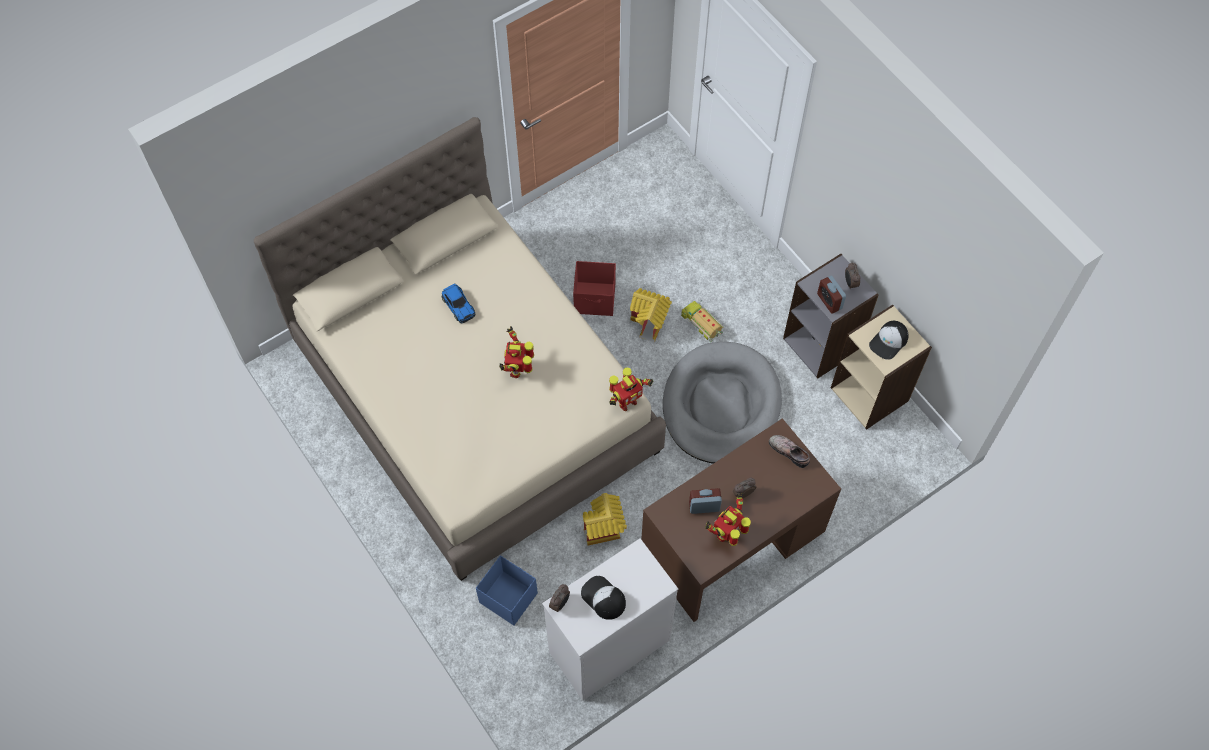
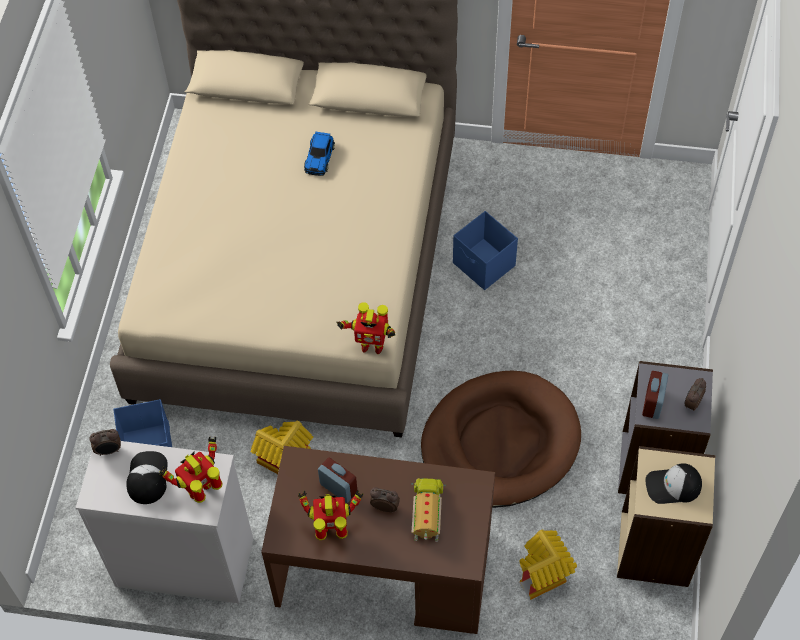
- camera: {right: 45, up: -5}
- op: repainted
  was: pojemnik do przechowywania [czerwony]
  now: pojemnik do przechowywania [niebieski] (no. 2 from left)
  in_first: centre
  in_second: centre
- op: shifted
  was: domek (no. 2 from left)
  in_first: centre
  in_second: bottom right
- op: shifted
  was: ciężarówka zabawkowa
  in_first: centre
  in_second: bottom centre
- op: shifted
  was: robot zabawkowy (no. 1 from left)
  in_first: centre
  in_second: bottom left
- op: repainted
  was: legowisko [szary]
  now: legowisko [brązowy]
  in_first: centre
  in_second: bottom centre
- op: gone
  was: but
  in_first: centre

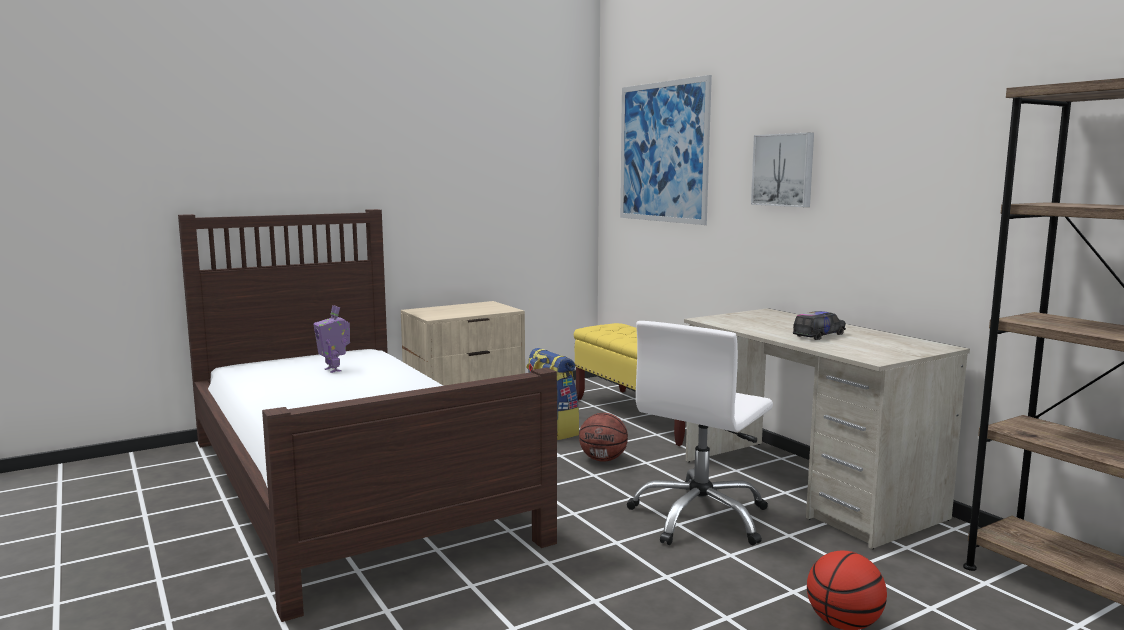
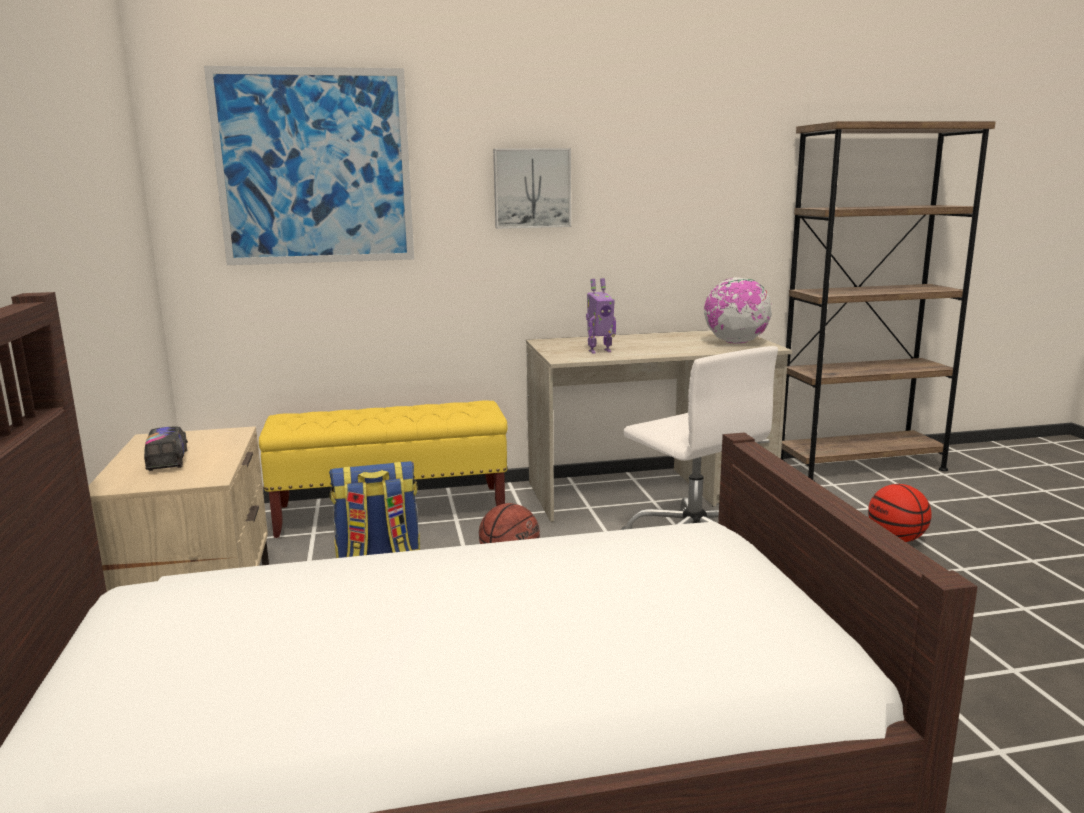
- camera: {right: -70, up: 5}
- op: shifted
  was: robot zabawkowy
  in_first: middle left
  in_second: centre
- op: shifted
  was: ciężarówka zabawkowa
  in_first: middle right
  in_second: middle left
- op: new
  now: globus
  in_second: middle right

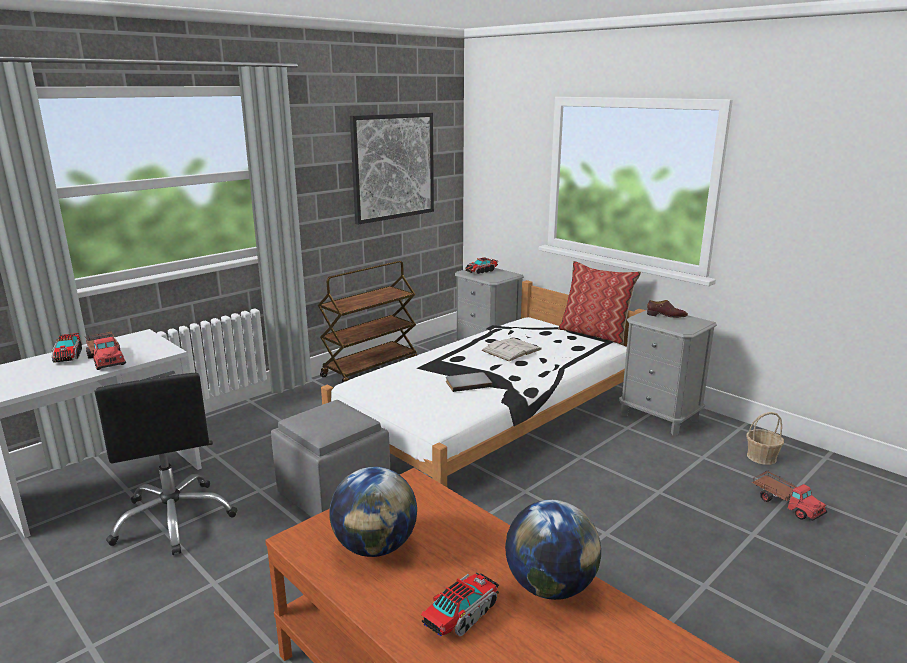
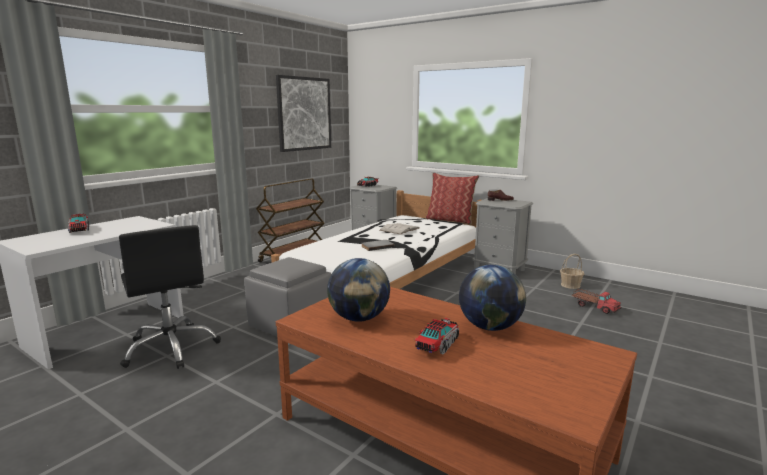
- camera: {right: -10, up: -5}
- op: gone
  was: ciężarówka zabawkowa (no. 2 from left)
  in_first: middle left

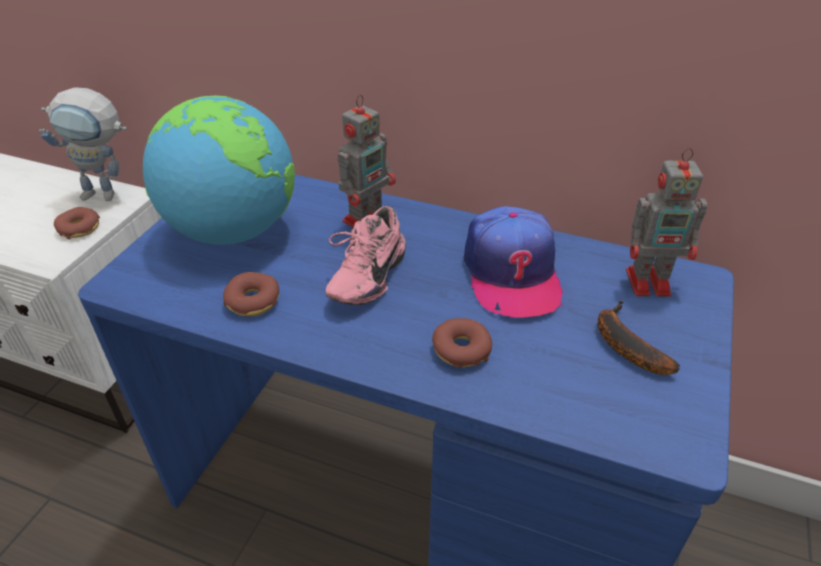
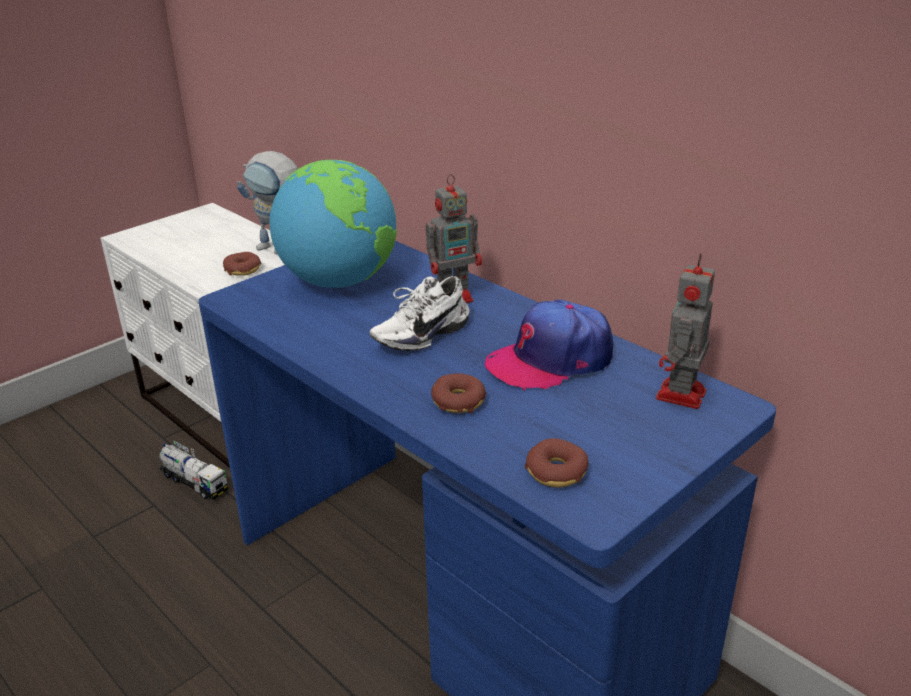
- camera: {right: 25, up: -10}
- op: rotated
  was: robot zabawkowy (no. 3 from left)
  in_first: middle right
  in_second: middle right
  clockwise: 90
- op: repainted
  was: but [różowy]
  now: but [biały]
  in_first: centre
  in_second: centre
- op: rotated
  was: czapka z daszkiem
  in_first: centre
  in_second: centre
  clockwise: 45
- op: shifted
  was: donut (no. 2 from left in the first image)
  now: donut (no. 3 from left)
  in_first: middle left
  in_second: centre
- op: gone
  was: banan
  in_first: middle right
- op: new
  now: ciężarówka zabawkowa
  in_second: bottom left

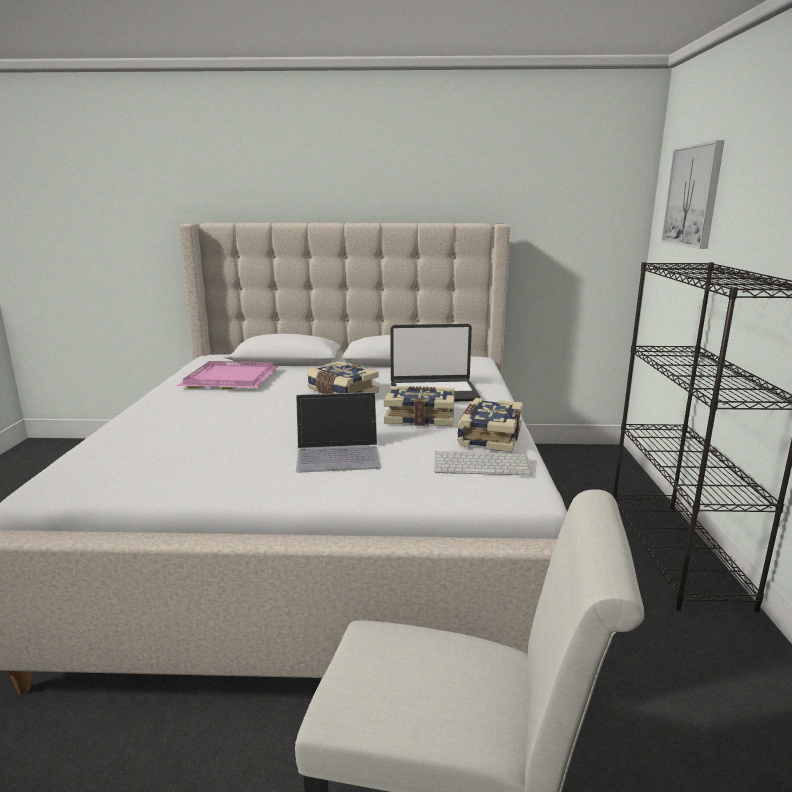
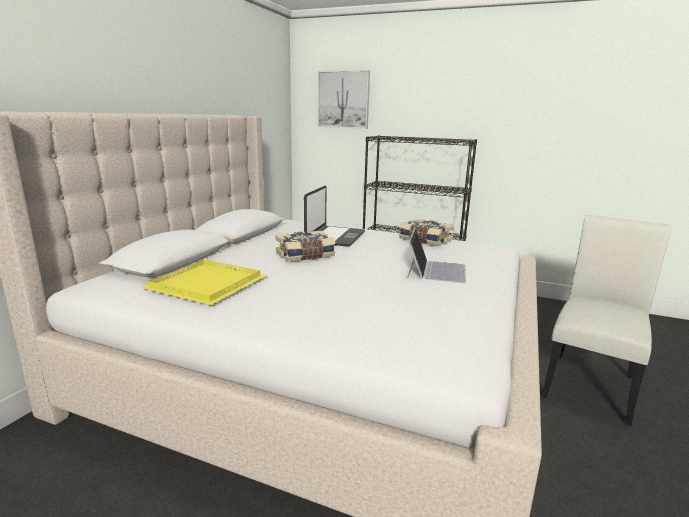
- camera: {right: -70, up: 0}
- op: repainted
  was: taca [różowy]
  now: taca [żółty]
  in_first: middle left
  in_second: middle left
- op: gone
  was: książka (no. 2 from left)
  in_first: centre
- op: gone
  was: klawiatura
  in_first: centre

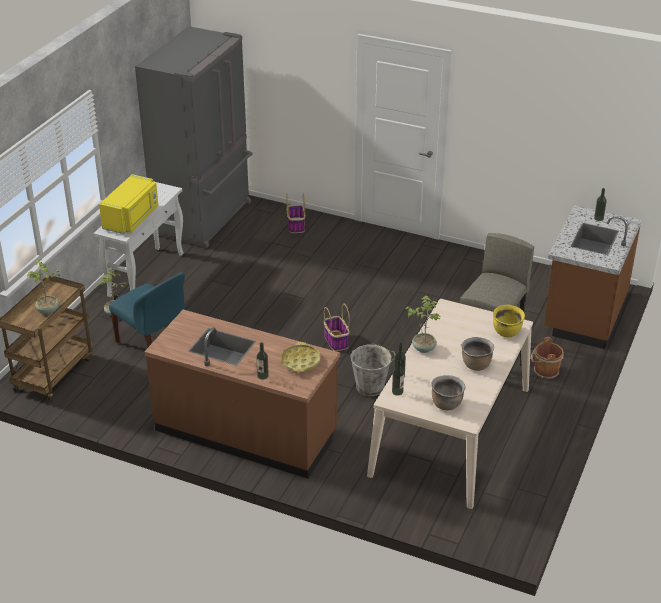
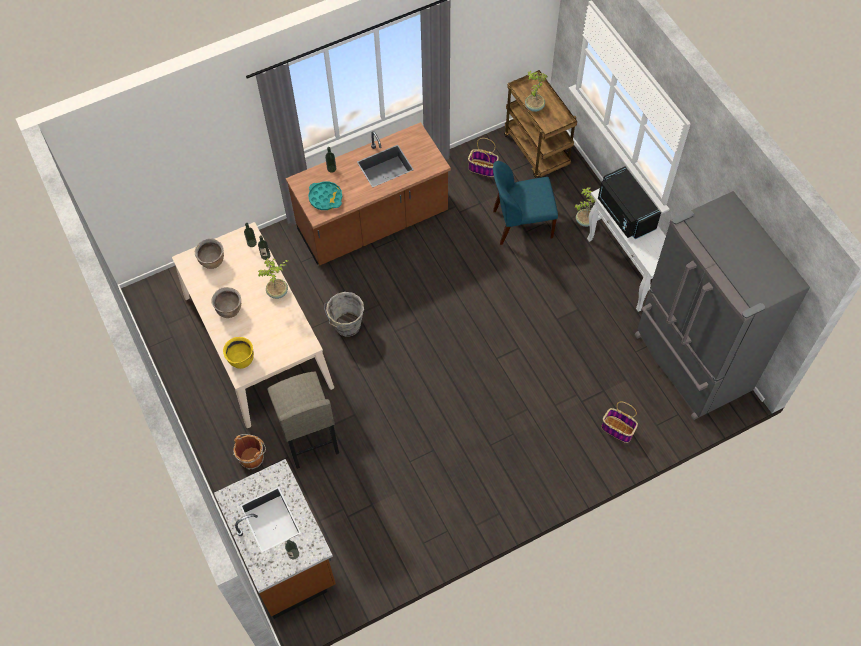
- camera: {right: 130, up: 25}
- op: repainted
  was: mikrofalówka [żółty]
  now: mikrofalówka [czarny]
  in_first: middle left
  in_second: top right
- op: shifted
  was: koszyk (no. 2 from left in the first image)
  now: koszyk (no. 1 from left)
  in_first: centre
  in_second: top centre
- op: repainted
  was: taca [żółty]
  now: taca [turkusowy]
  in_first: centre
  in_second: top centre

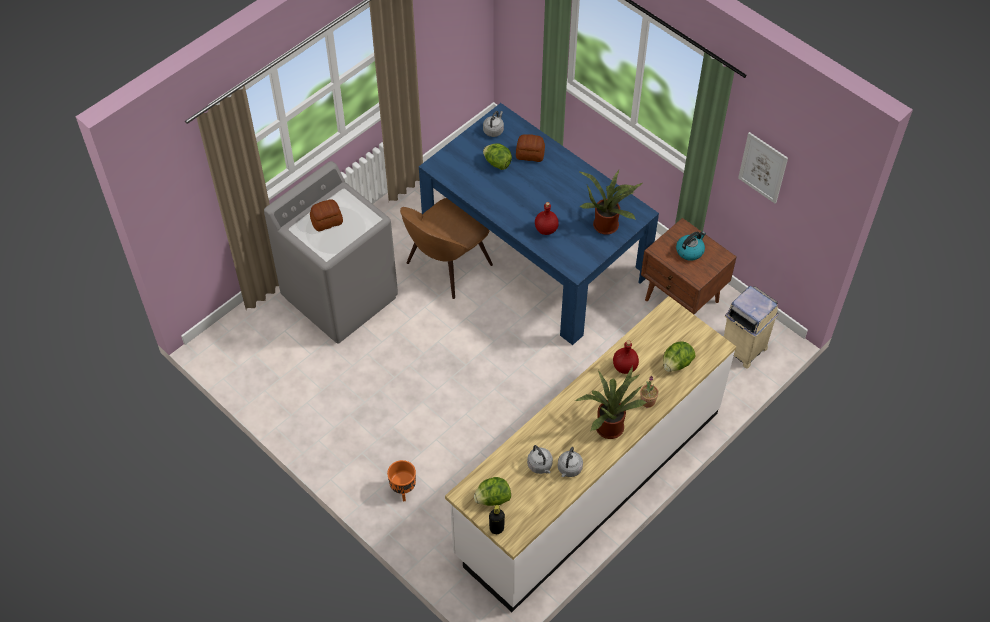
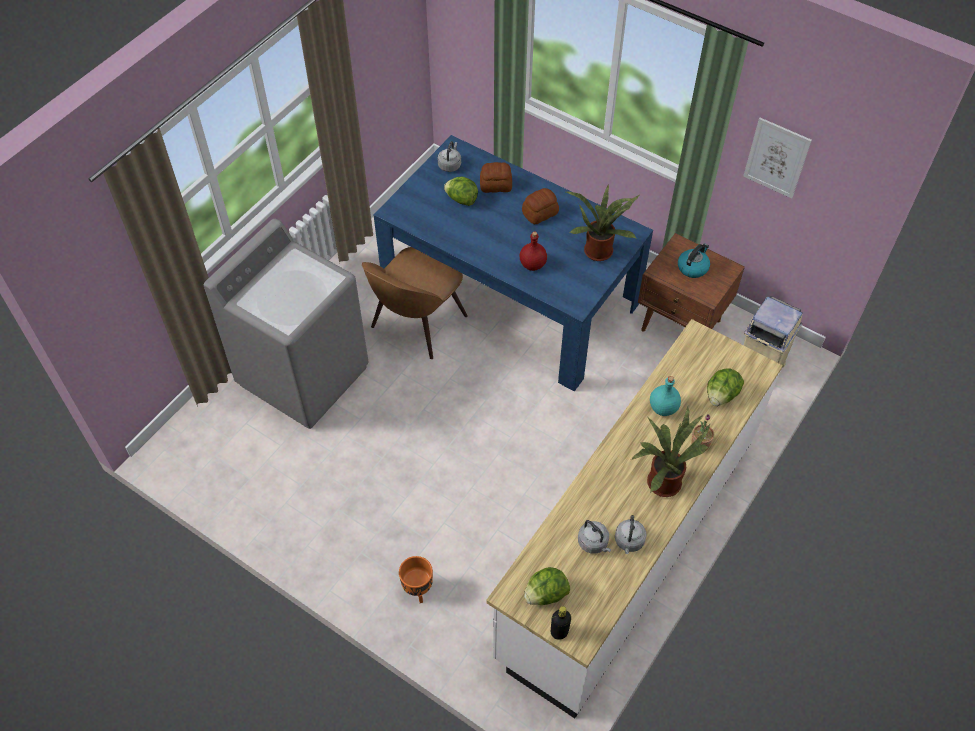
- camera: {right: -10, up: 0}
- op: shifted
  was: chleb (no. 1 from left in the first image)
  now: chleb (no. 2 from left)
  in_first: middle left
  in_second: top centre
- op: repainted
  was: butelka [czerwony] (no. 2 from left)
  now: butelka [turkusowy]
  in_first: centre
  in_second: middle right

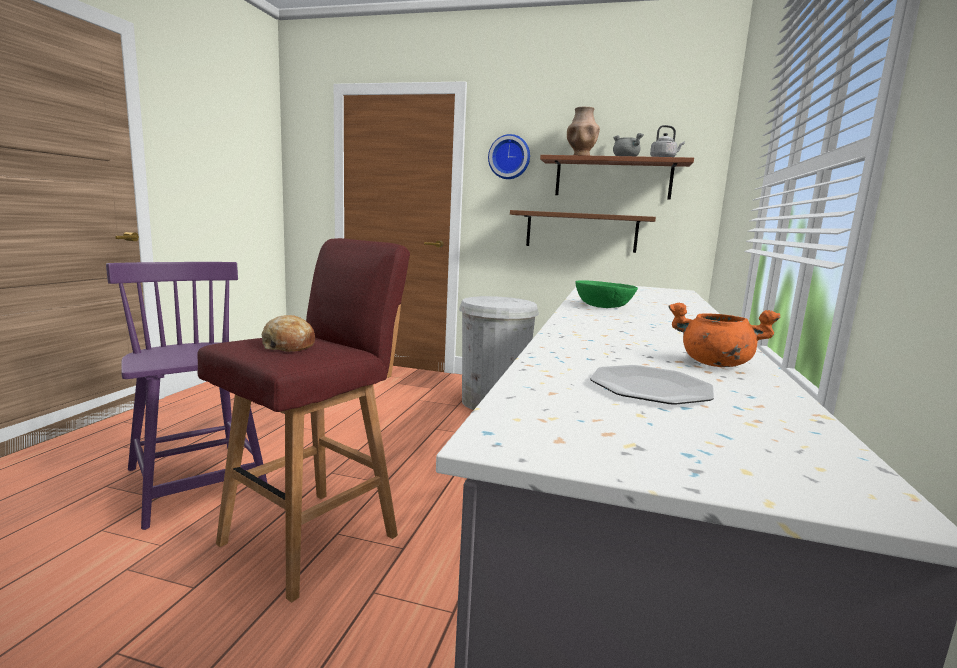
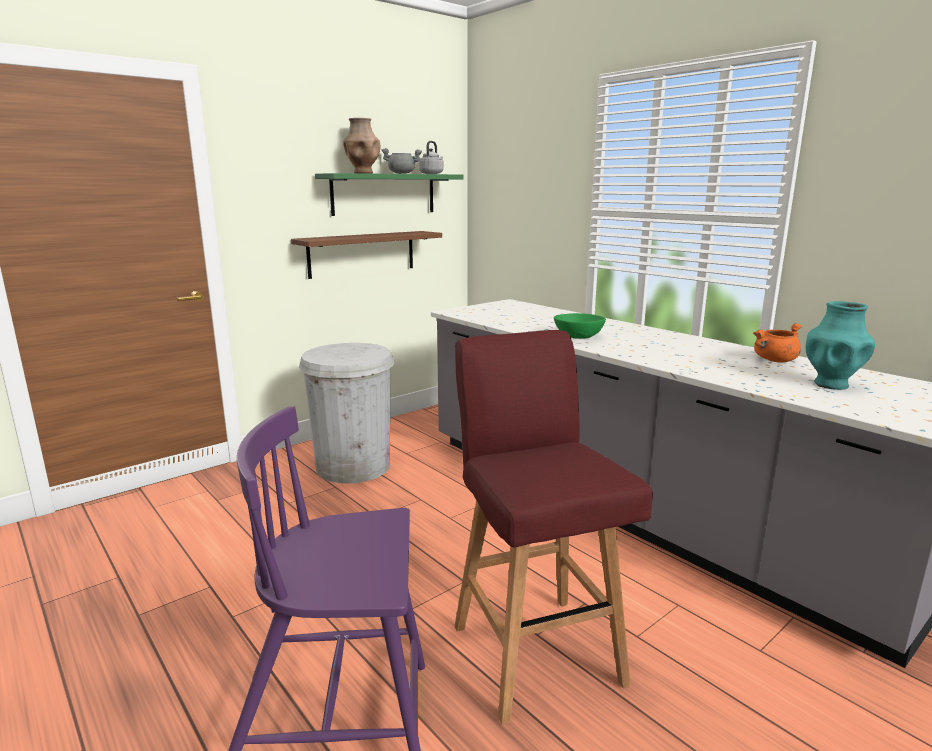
- camera: {right: -55, up: 5}
- op: gone
  was: zegar ścienny
  in_first: top centre
- op: repainted
  was: półka [brązowy] (no. 2 from left)
  now: półka [zielony]
  in_first: top centre
  in_second: top centre
- op: gone
  was: chleb
  in_first: middle left
- op: swapped
  was: talerz
  now: wazon [turkusowy]
  in_first: middle right
  in_second: middle right

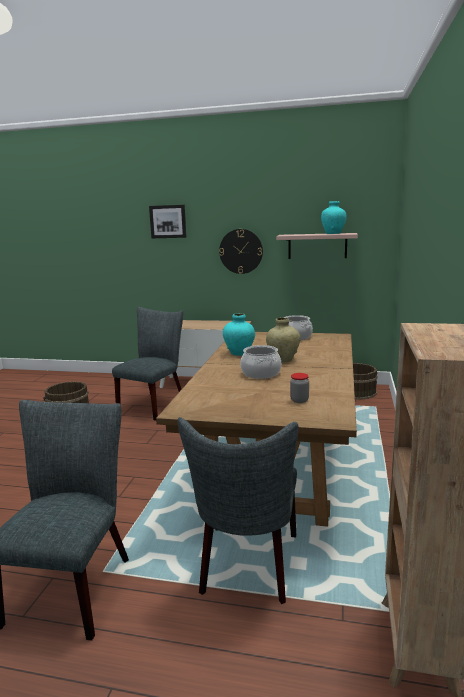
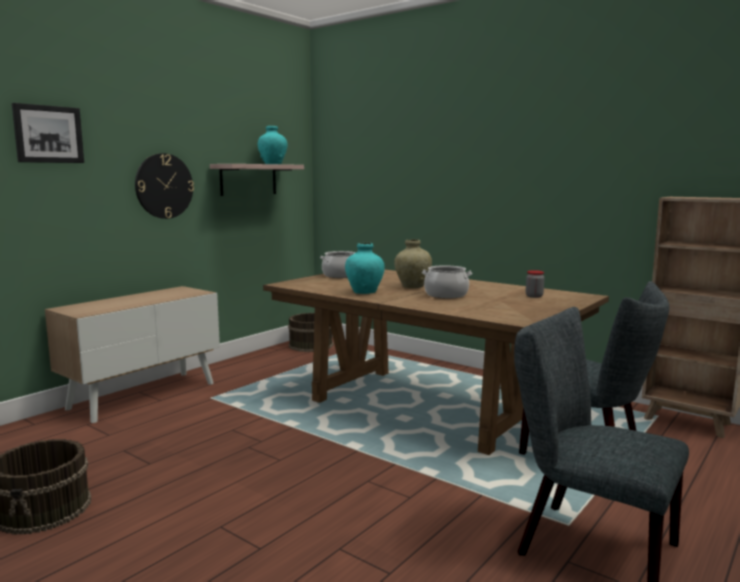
- camera: {right: -65, up: -5}
- op: gone
  was: krzesło [szary] (no. 2 from left)
  in_first: middle left

